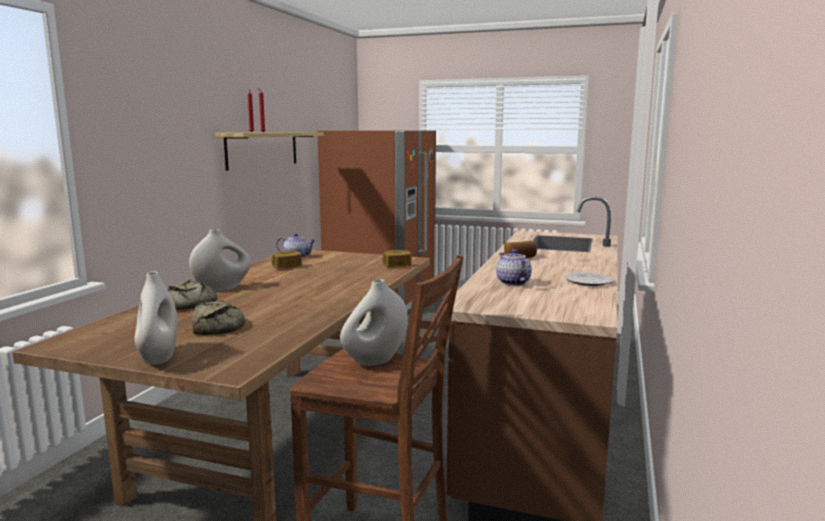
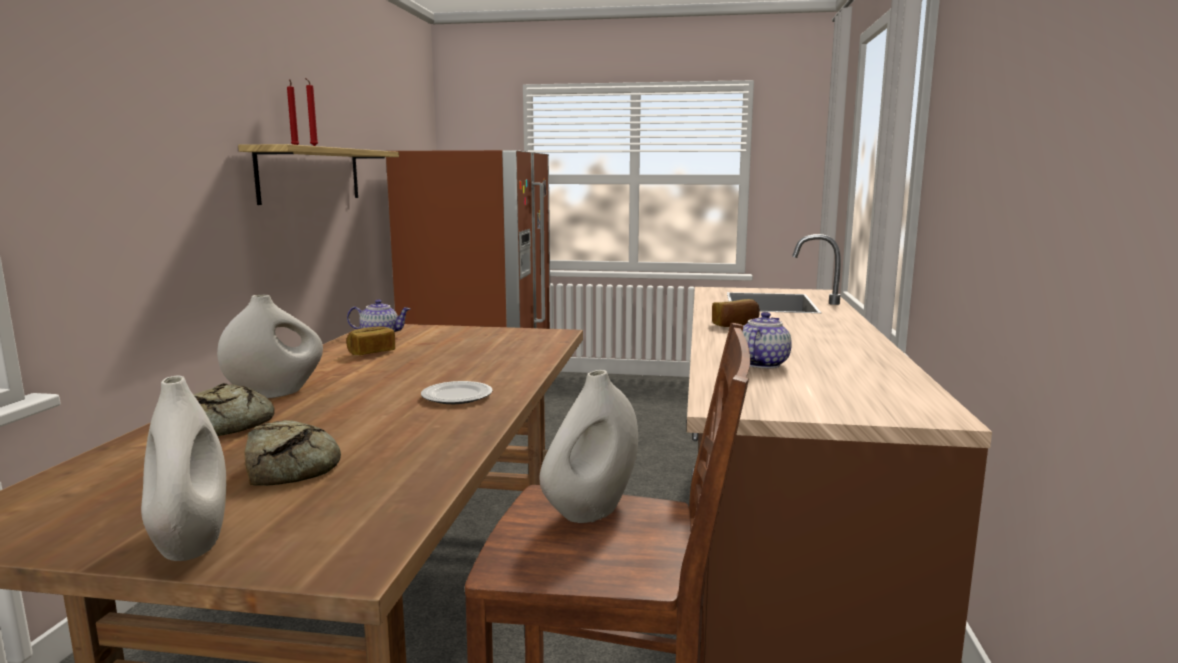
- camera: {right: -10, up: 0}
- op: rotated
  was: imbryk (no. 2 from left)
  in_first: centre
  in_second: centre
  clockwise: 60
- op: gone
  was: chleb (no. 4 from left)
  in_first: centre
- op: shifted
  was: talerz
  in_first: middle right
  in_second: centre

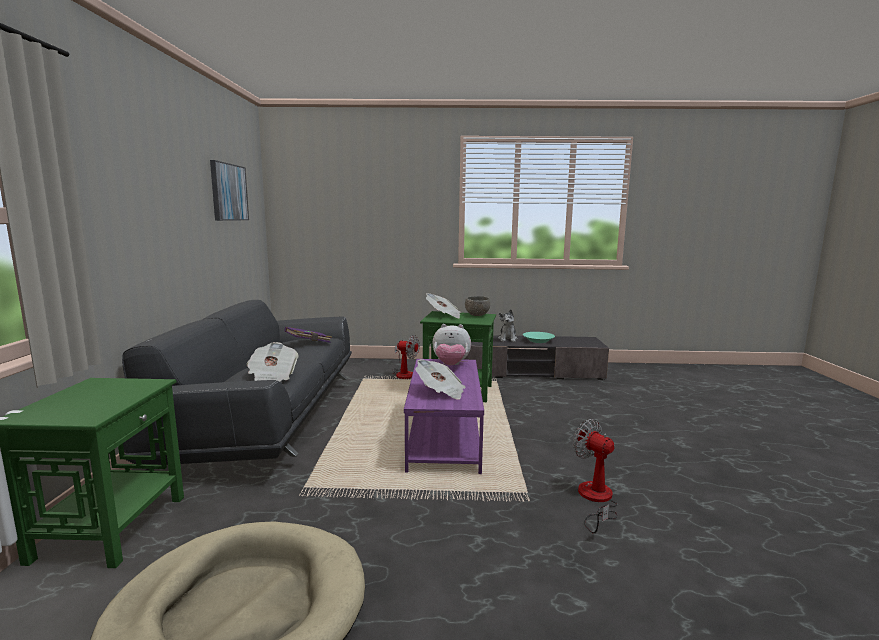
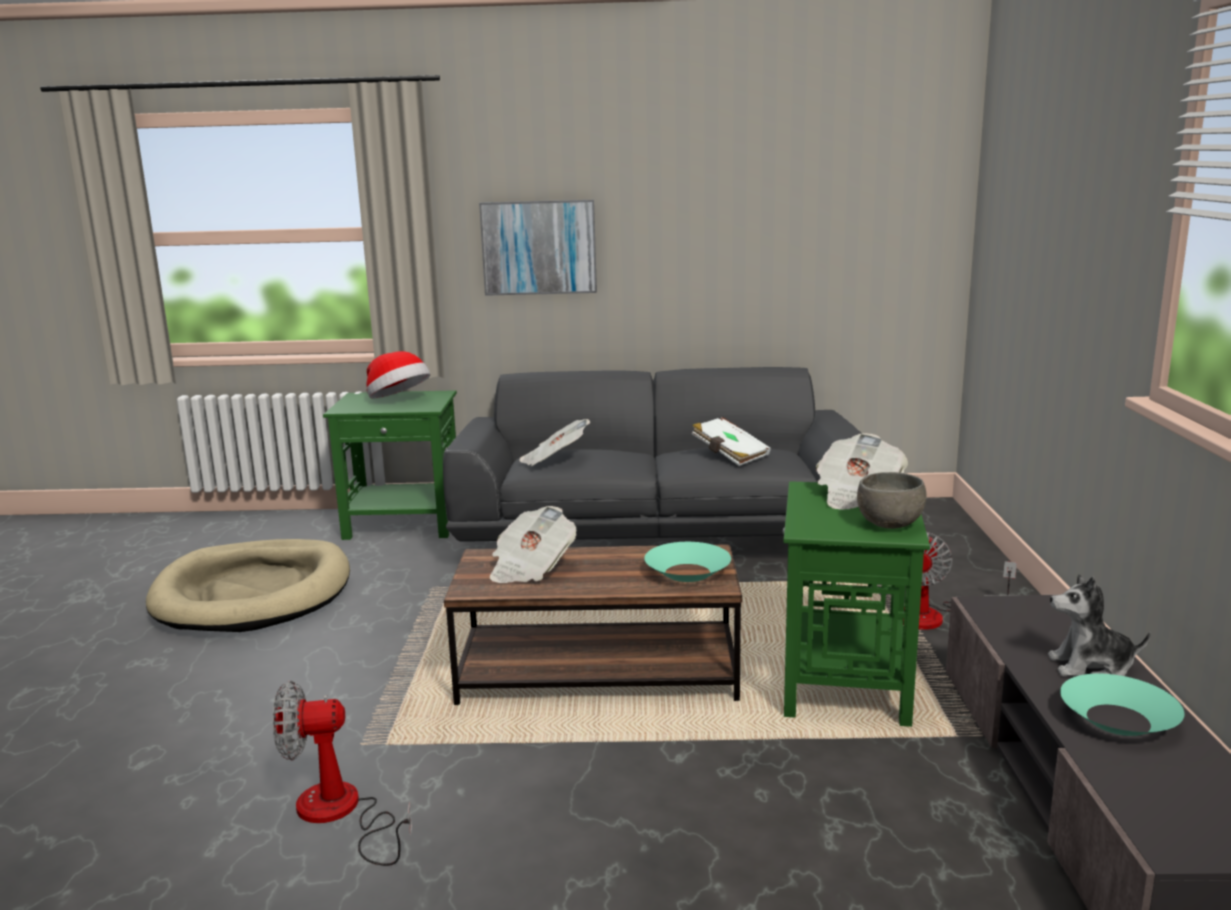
- camera: {right: 90, up: 5}
- op: shifted
  was: obraz
  in_first: top left
  in_second: top centre
- op: swapped
  was: pluszak (no. 1 from left)
  now: miska [turkusowy] (no. 1 from left)
  in_first: centre
  in_second: centre
- op: repainted
  was: książka [fioletowy]
  now: książka [biały]
  in_first: centre
  in_second: centre
- op: repainted
  was: ława [fioletowy]
  now: ława [brązowy]
  in_first: centre
  in_second: bottom centre
- op: rotated
  was: wentylator (no. 2 from left in the first image)
  in_first: bottom right
  in_second: bottom left
  clockwise: -150
- op: new
  now: kapelusz
  in_second: middle left

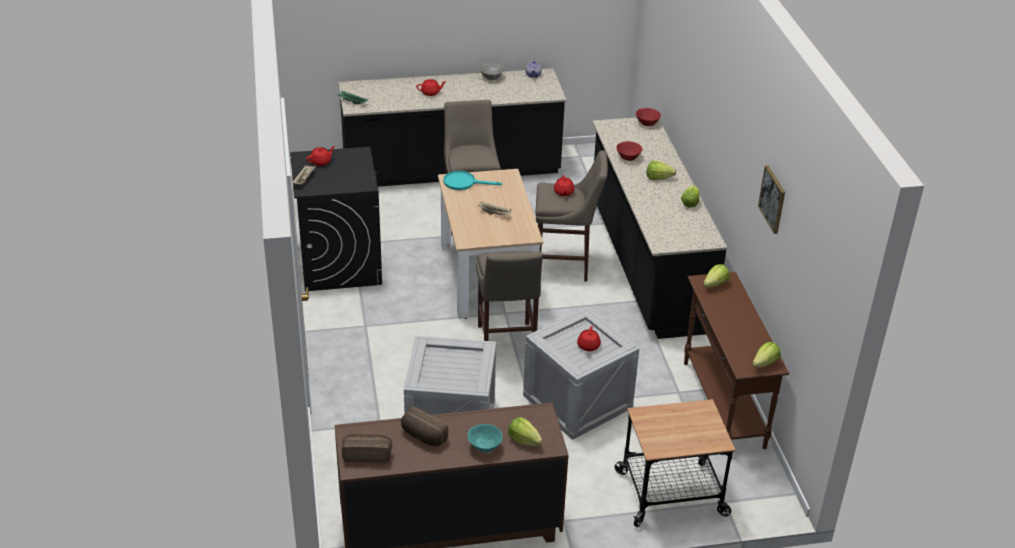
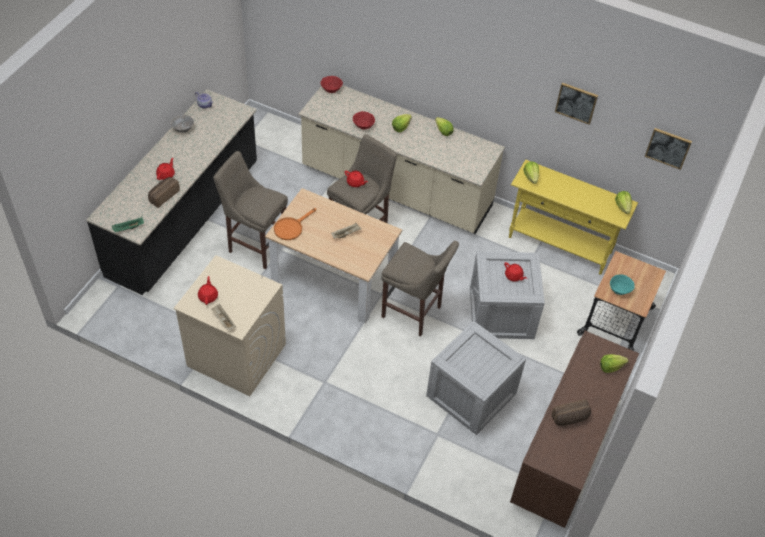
- camera: {right: -55, up: 15}
- op: repainted
  was: zabudowa kuchenna [czarny] (no. 2 from left)
  now: zabudowa kuchenna [beżowy]
  in_first: centre
  in_second: top centre
- op: repainted
  was: pralka [czarny]
  now: pralka [beżowy]
  in_first: middle left
  in_second: middle left
- op: repainted
  was: patelnia [turkusowy]
  now: patelnia [pomarańczowy]
  in_first: top centre
  in_second: centre
- op: repainted
  was: stolik konsolowy [brązowy]
  now: stolik konsolowy [żółty]
  in_first: middle right
  in_second: middle right
- op: shifted
  was: miska [turkusowy]
  in_first: bottom centre
  in_second: middle right
- op: shifted
  was: chleb (no. 1 from left)
  in_first: bottom centre
  in_second: middle left
- op: new
  now: obraz (no. 2 from left)
  in_second: top right

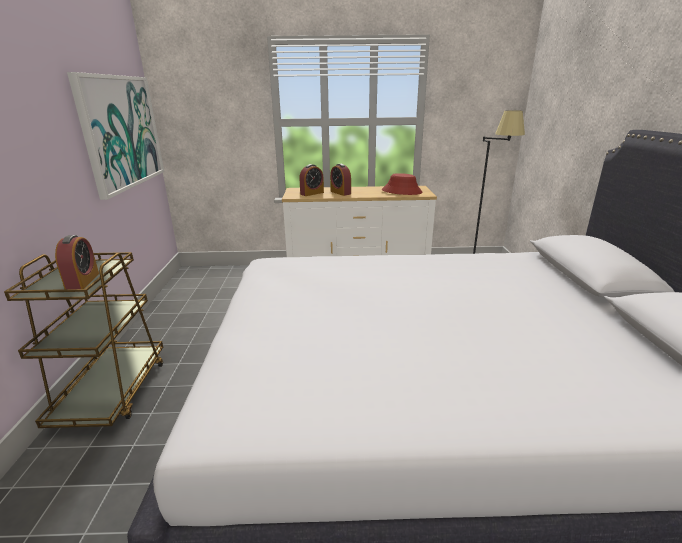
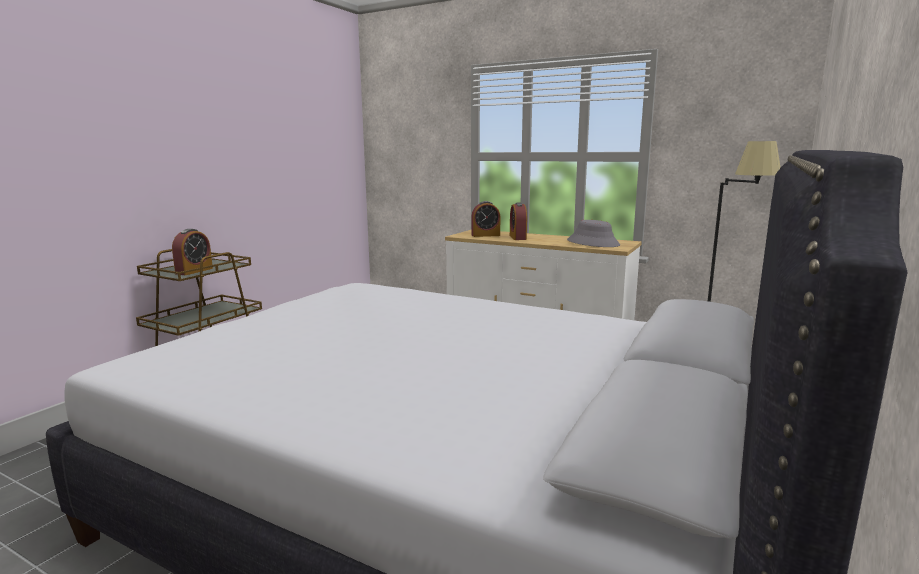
- camera: {right: 30, up: -10}
- op: gone
  was: obraz
  in_first: top left
- op: repainted
  was: kapelusz [czerwony]
  now: kapelusz [szary]
  in_first: centre
  in_second: centre

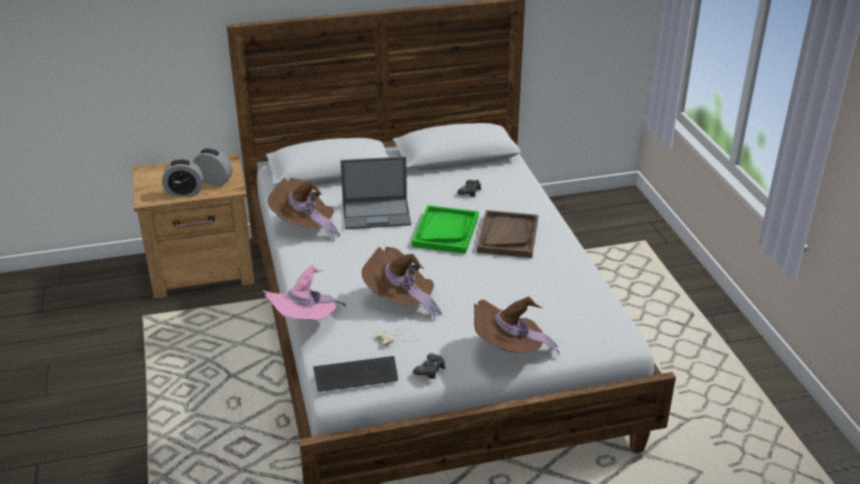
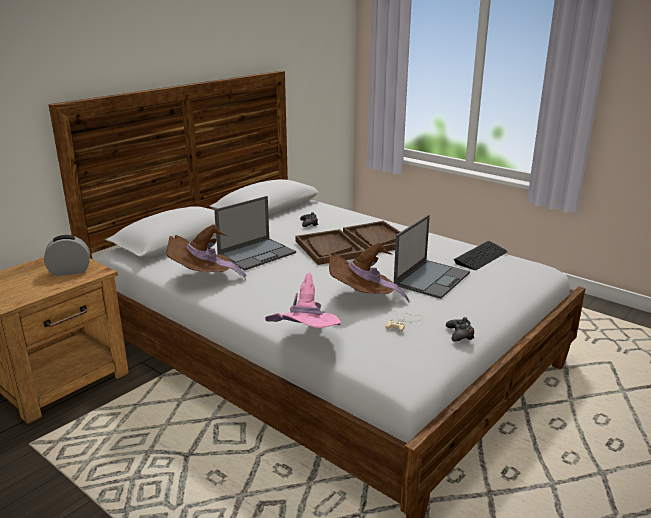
- camera: {right: -35, up: -10}
- op: gone
  was: budzik (no. 1 from left)
  in_first: middle left
- op: repainted
  was: taca [zielony]
  now: taca [brązowy] (no. 1 from left)
  in_first: centre
  in_second: centre
- op: gone
  was: kapelusz [brązowy] (no. 3 from left)
  in_first: bottom centre
- op: shifted
  was: klawiatura
  in_first: bottom centre
  in_second: middle right
- op: new
  now: laptop (no. 2 from left)
  in_second: centre

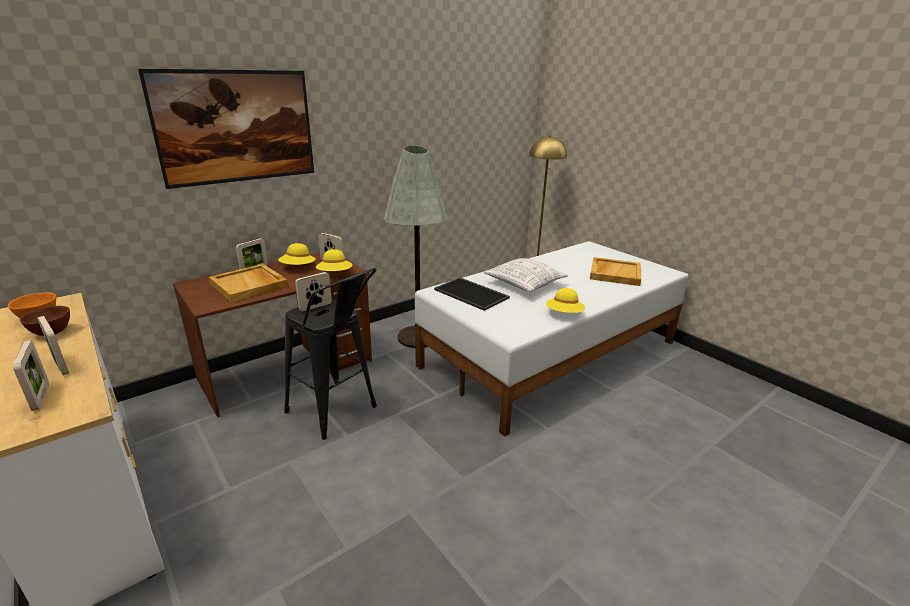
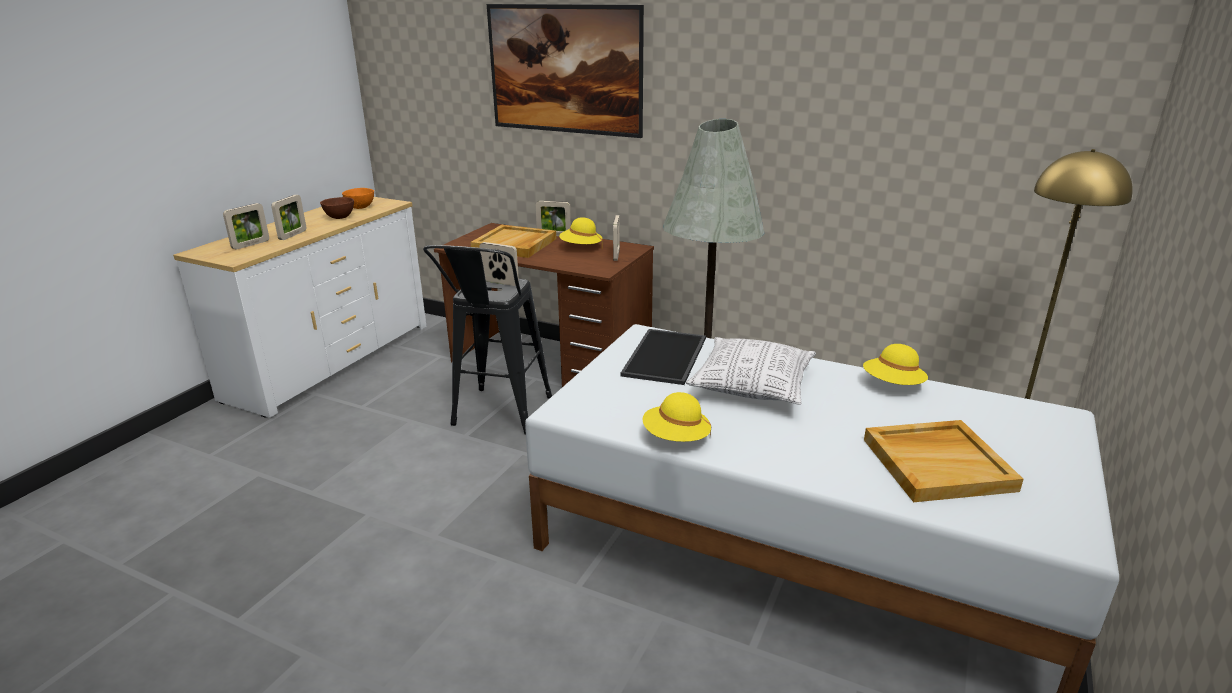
- camera: {right: 65, up: 0}
- op: shifted
  was: kapelusz [żółty] (no. 2 from left in the first image)
  now: kapelusz [żółty] (no. 3 from left)
  in_first: centre
  in_second: middle right

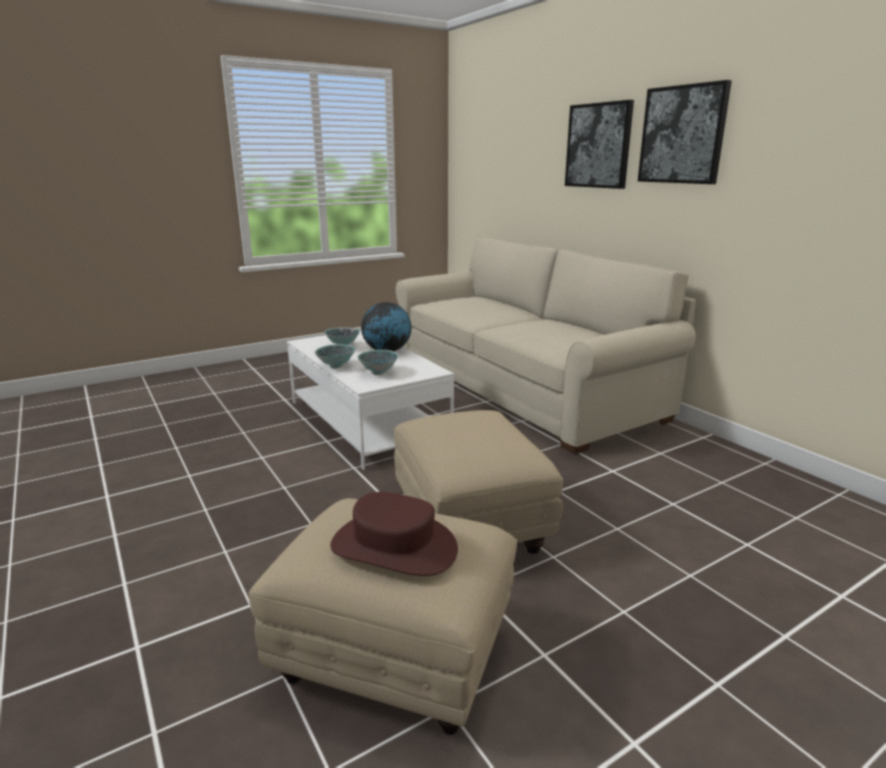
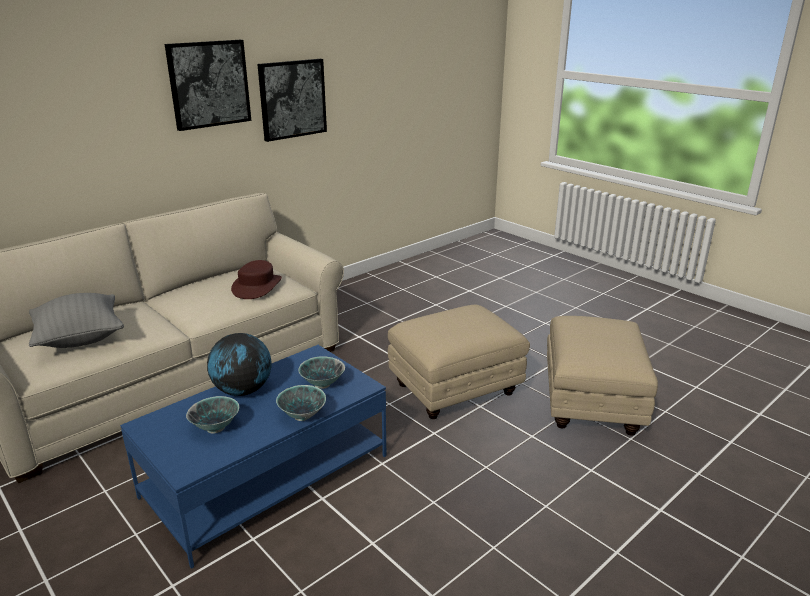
- camera: {right: -100, up: 5}
- op: shifted
  was: obraz (no. 1 from left in the first image)
  now: obraz (no. 2 from left)
  in_first: top right
  in_second: top centre
- op: repainted
  was: ława [biały]
  now: ława [niebieski]
  in_first: centre
  in_second: bottom left
- op: shifted
  was: kapelusz [brązowy]
  in_first: bottom centre
  in_second: middle left
- op: new
  now: poduszka [szary]
  in_second: middle left

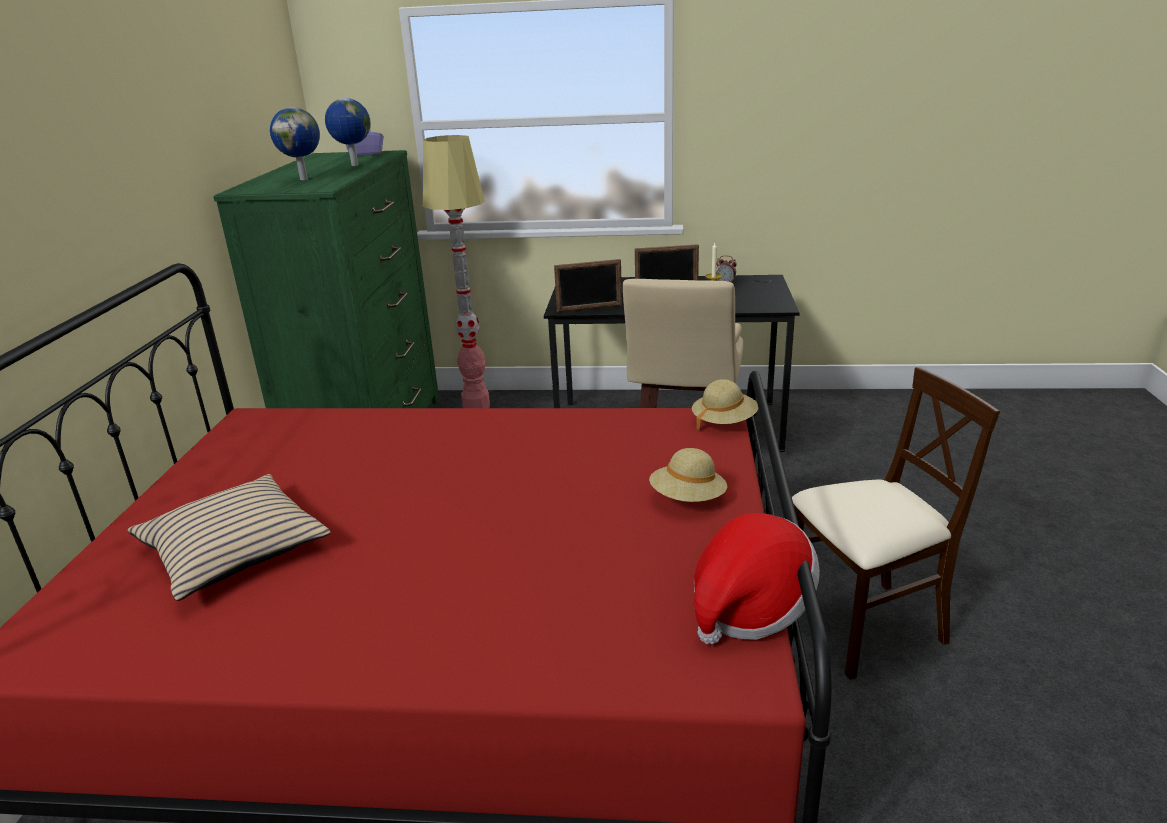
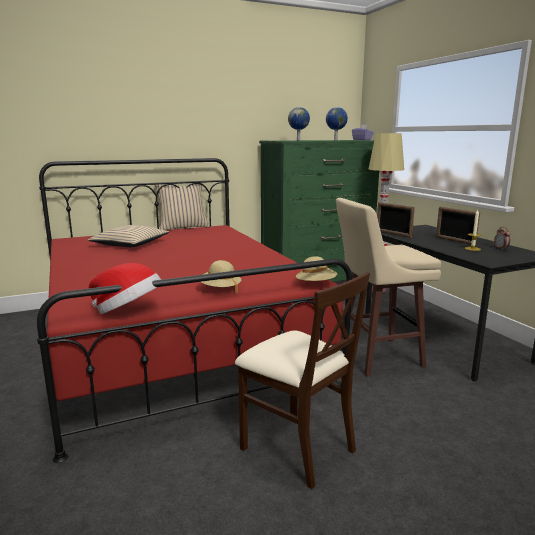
- camera: {right: 60, up: -10}
- op: new
  now: poduszka [beżowy] (no. 2 from left)
  in_second: centre

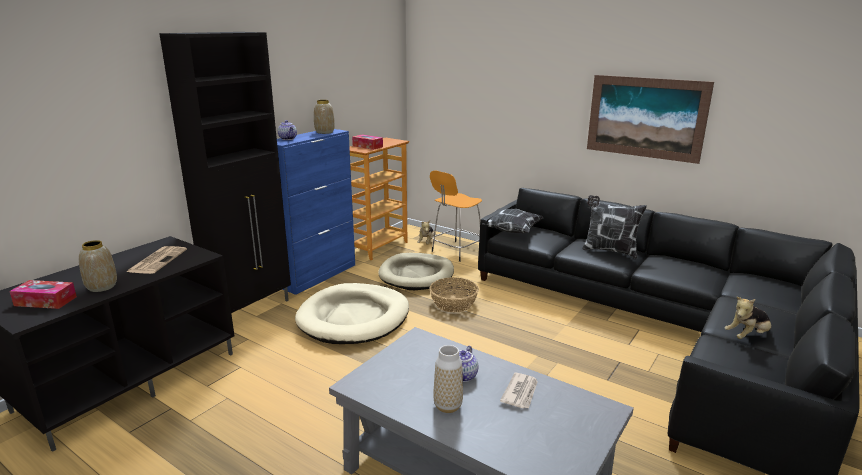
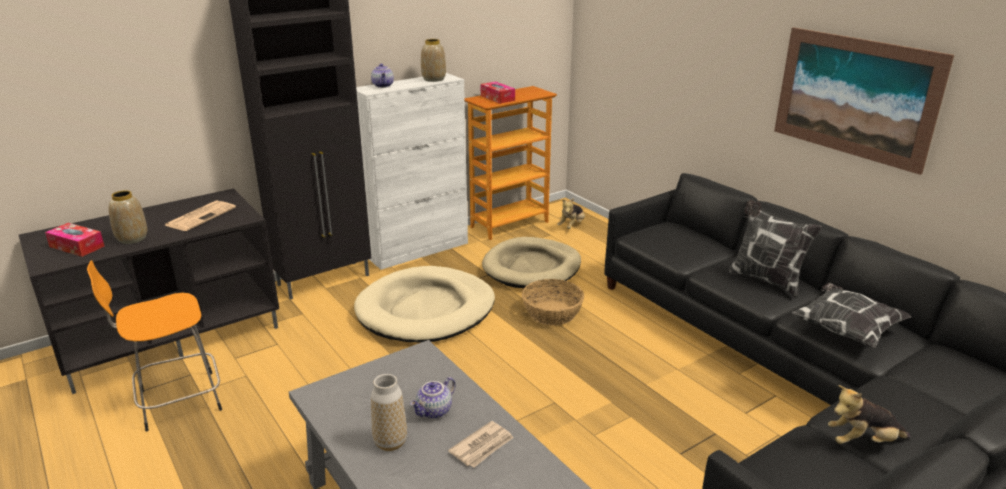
- camera: {right: 20, up: 5}
- op: repainted
  was: szafka [niebieski]
  now: szafka [biały]
  in_first: centre
  in_second: centre
- op: shifted
  was: stołek [pomarańczowy]
  in_first: centre
  in_second: bottom left
- op: shifted
  was: poduszka (no. 1 from left in the first image)
  now: poduszka (no. 2 from left)
  in_first: centre
  in_second: middle right

